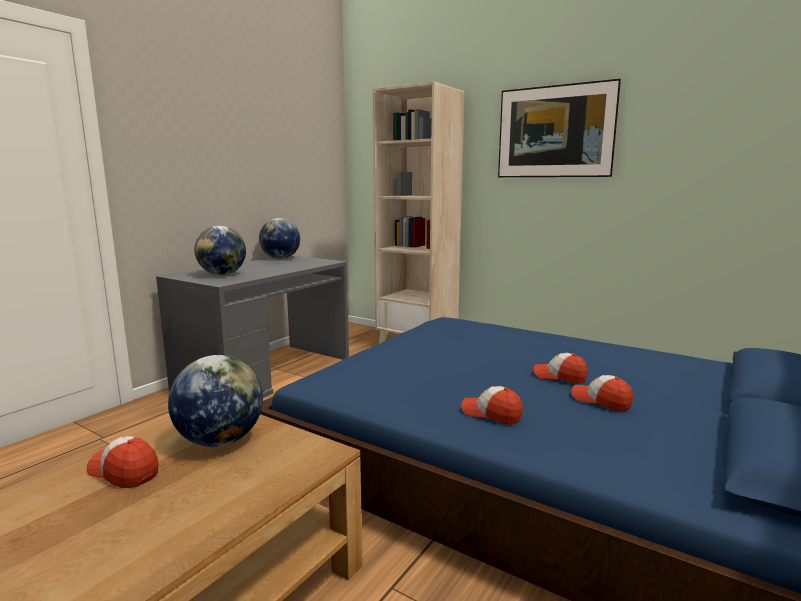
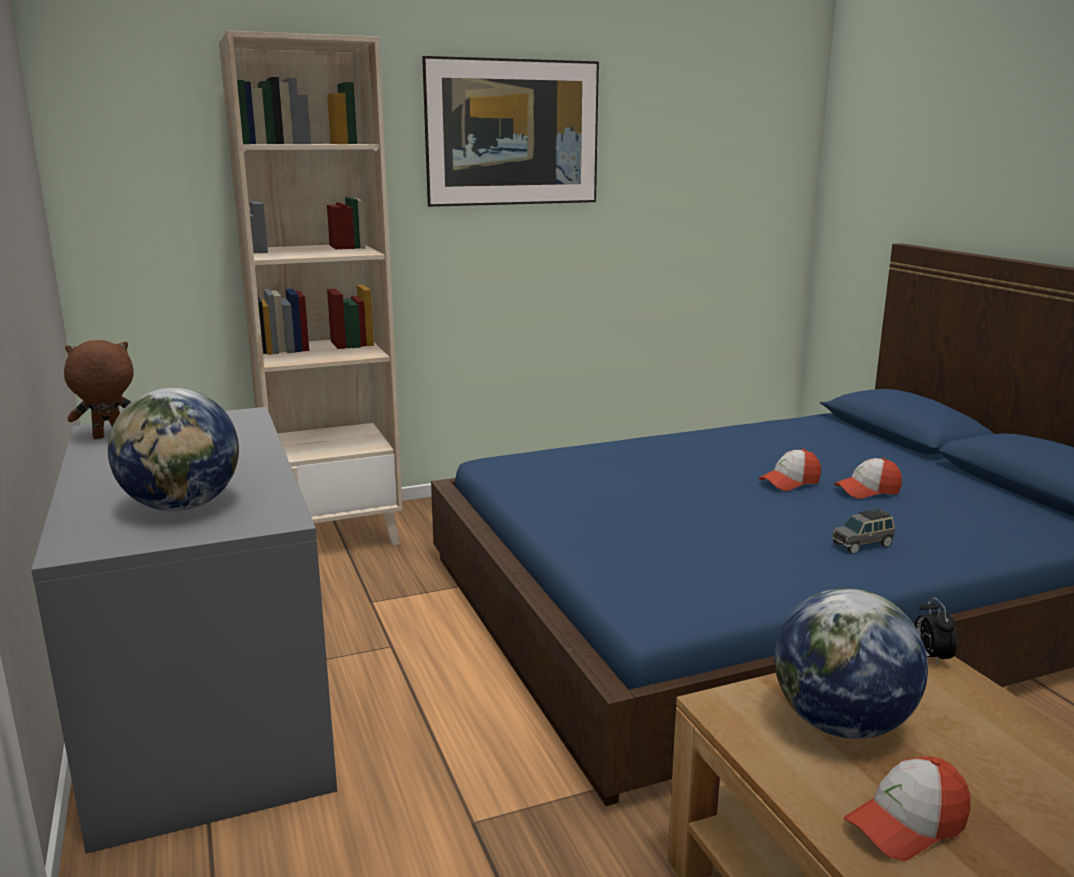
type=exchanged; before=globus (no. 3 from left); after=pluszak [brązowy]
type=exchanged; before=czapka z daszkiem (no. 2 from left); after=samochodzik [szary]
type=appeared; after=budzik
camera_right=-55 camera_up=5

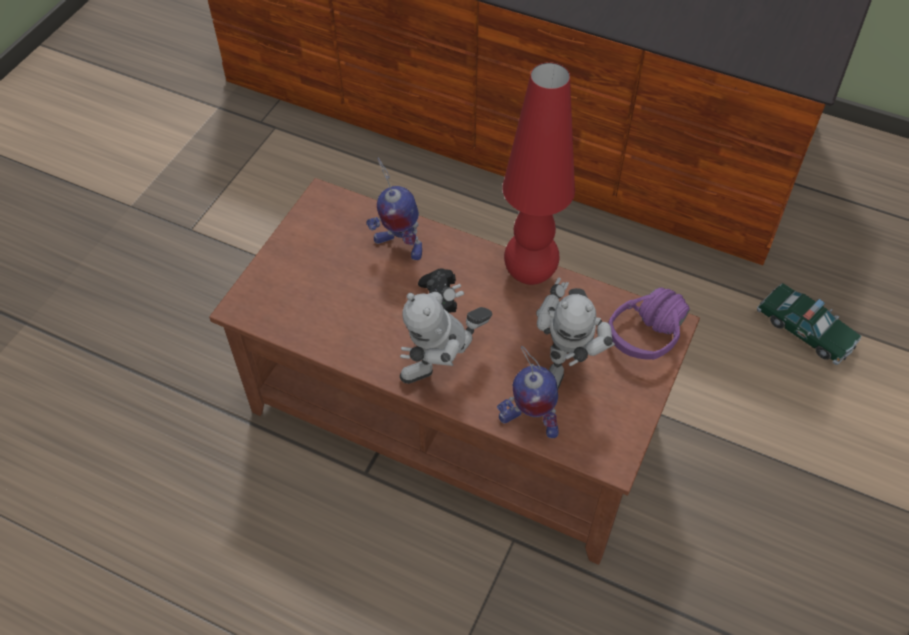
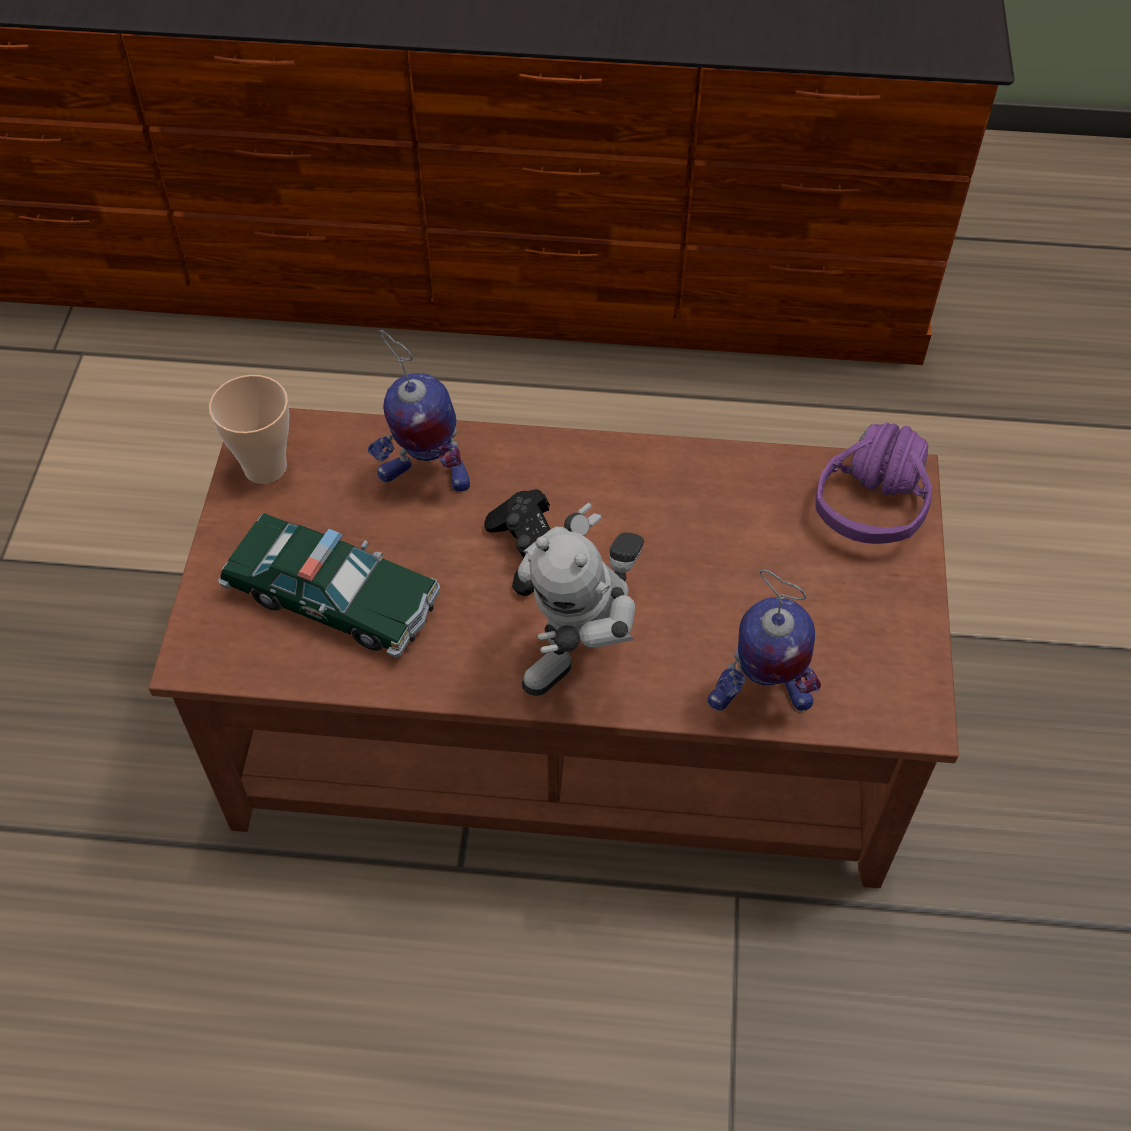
type=missing; before=lampa stołowa [czerwony]
type=missing; before=robot zabawkowy (no. 4 from left)
type=relocated; before=samochodzik
type=appeared; after=filiżanka
camera_right=-20 camera_up=0

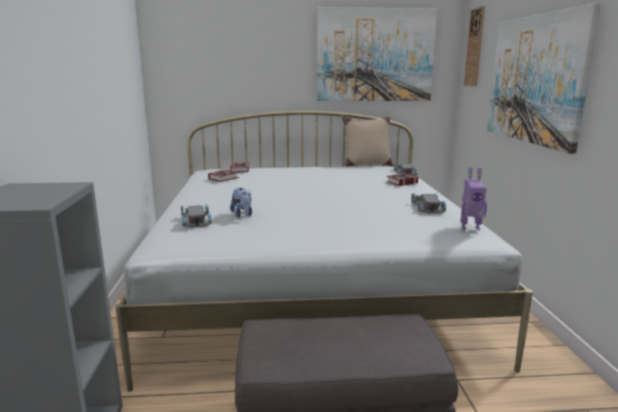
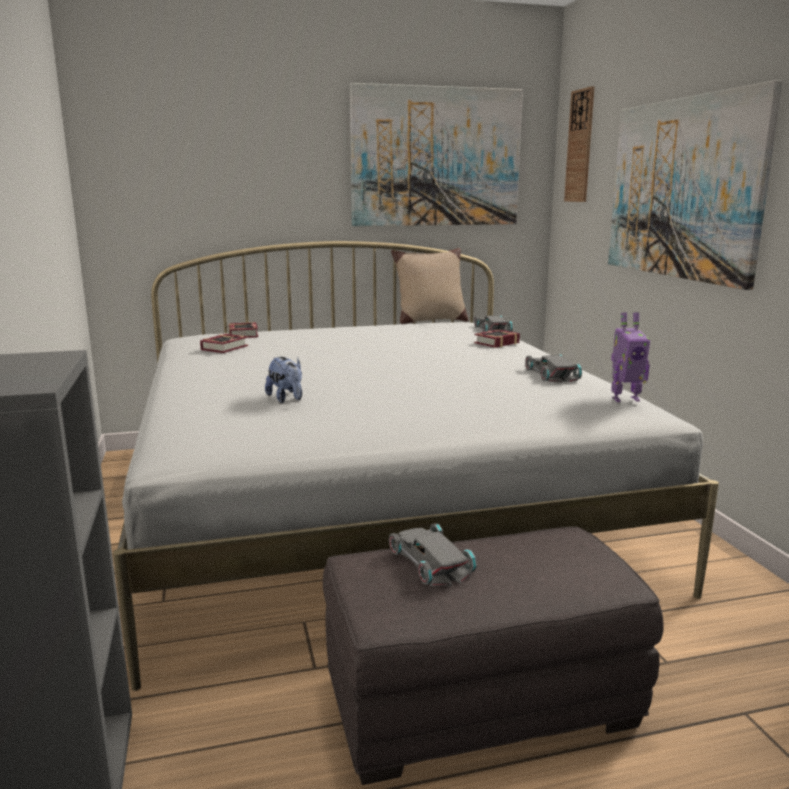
type=relocated; before=samochodzik [szary] (no. 1 from left)
camera_right=-10 camera_up=0

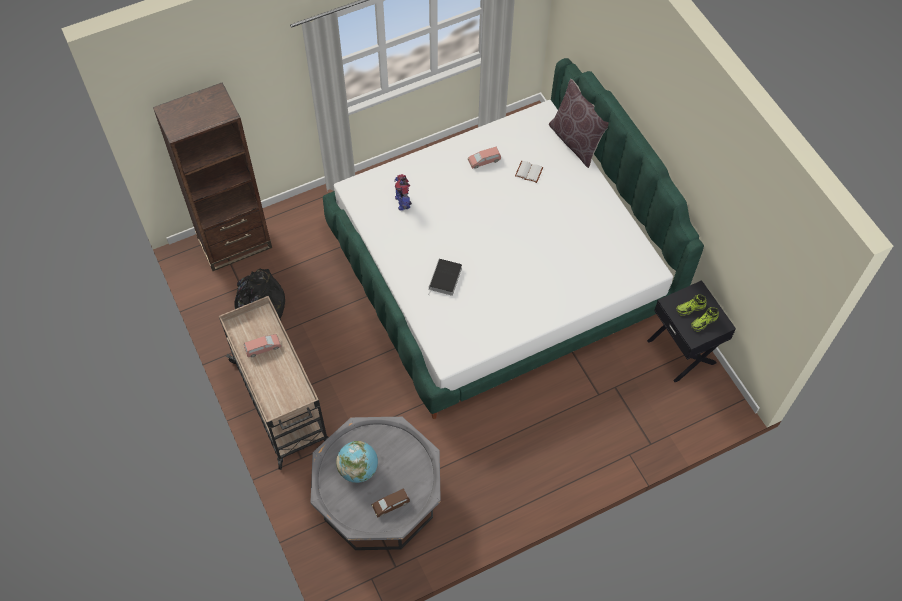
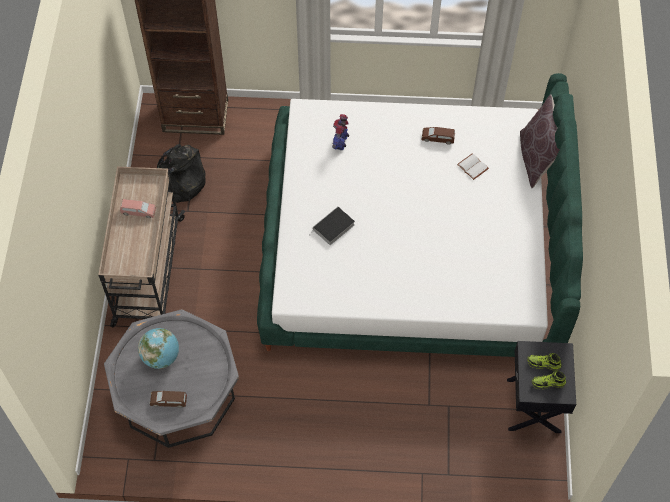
type=colour; before=samochodzik [różowy] (no. 2 from left); after=samochodzik [brązowy] (no. 2 from left)
camera_right=30 camera_up=0

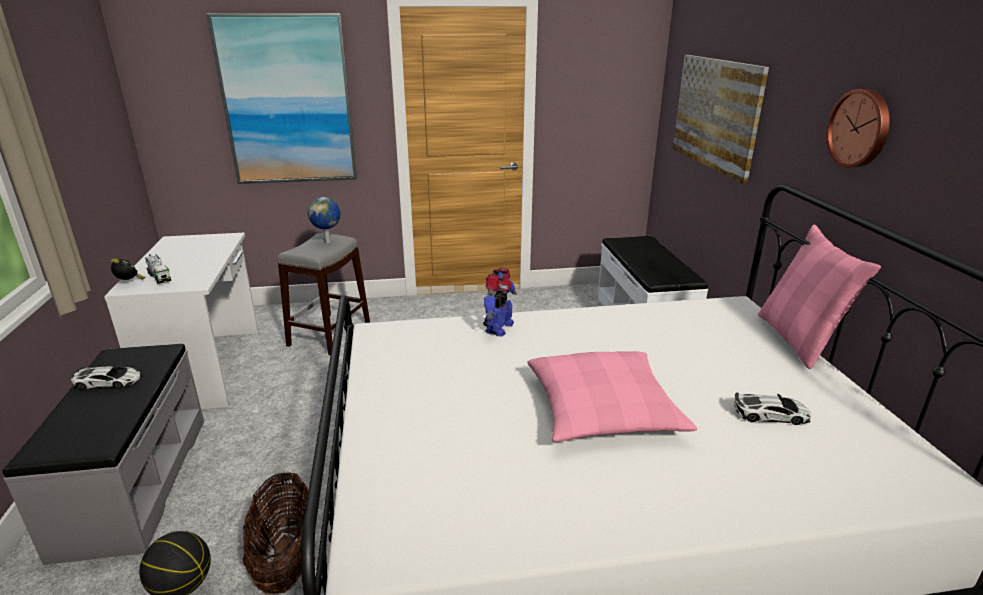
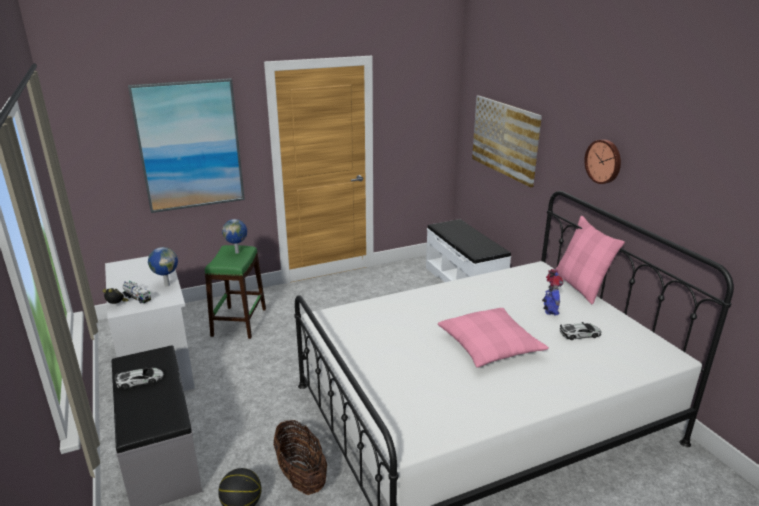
type=colour; before=stołek [szary]; after=stołek [zielony]
type=relocated; before=robot zabawkowy
type=appeared; after=globus (no. 1 from left)
camera_right=-15 camera_up=0

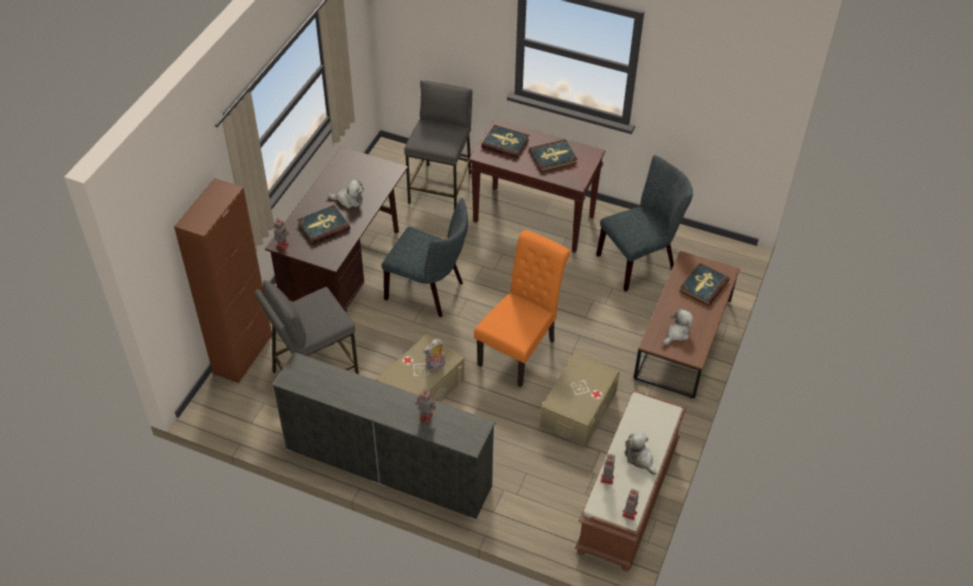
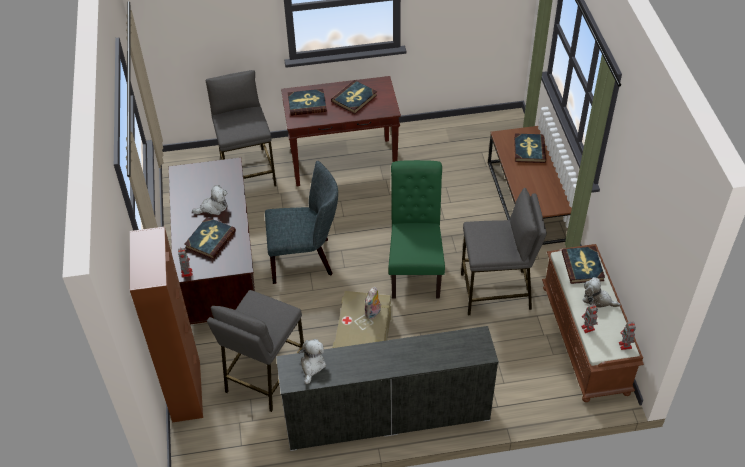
type=missing; before=robot zabawkowy (no. 2 from left)
type=colour; before=krzesło [pomarańczowy]; after=krzesło [zielony]
type=exchanged; before=pojemnik do przechowywania [beżowy] (no. 2 from left); after=stołek [szary] (no. 3 from left)
type=missing; before=krzesło [szary] (no. 2 from left)
type=relocated; before=pluszak (no. 4 from left in the first image); after=pluszak (no. 2 from left)
type=appeared; after=książka (no. 5 from left)
camera_right=-30 camera_up=0

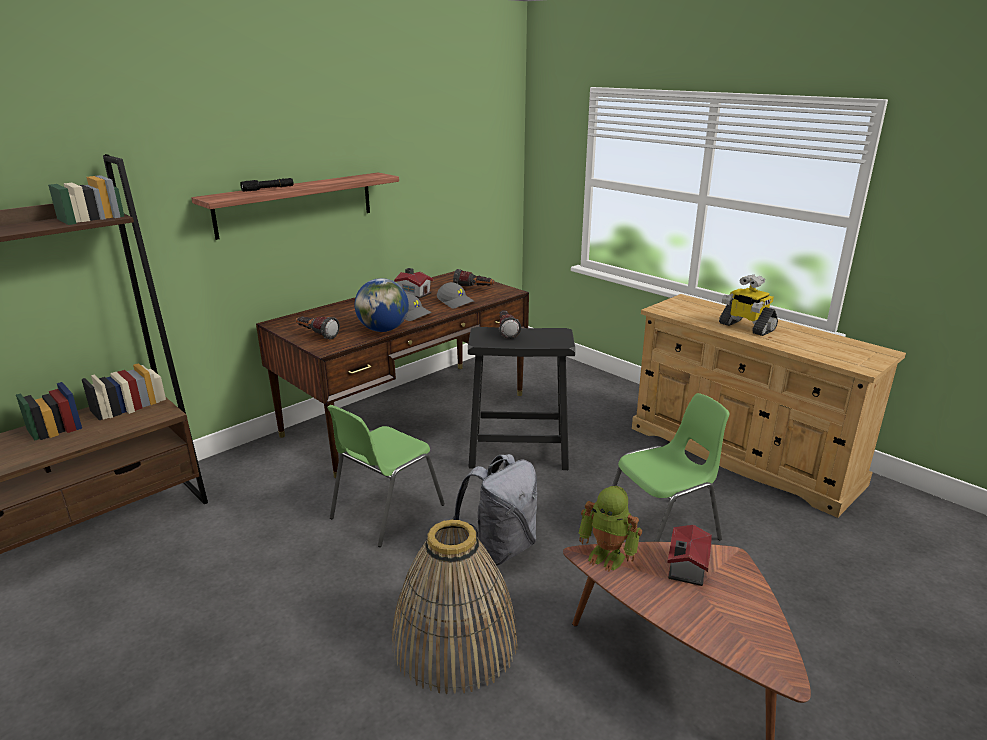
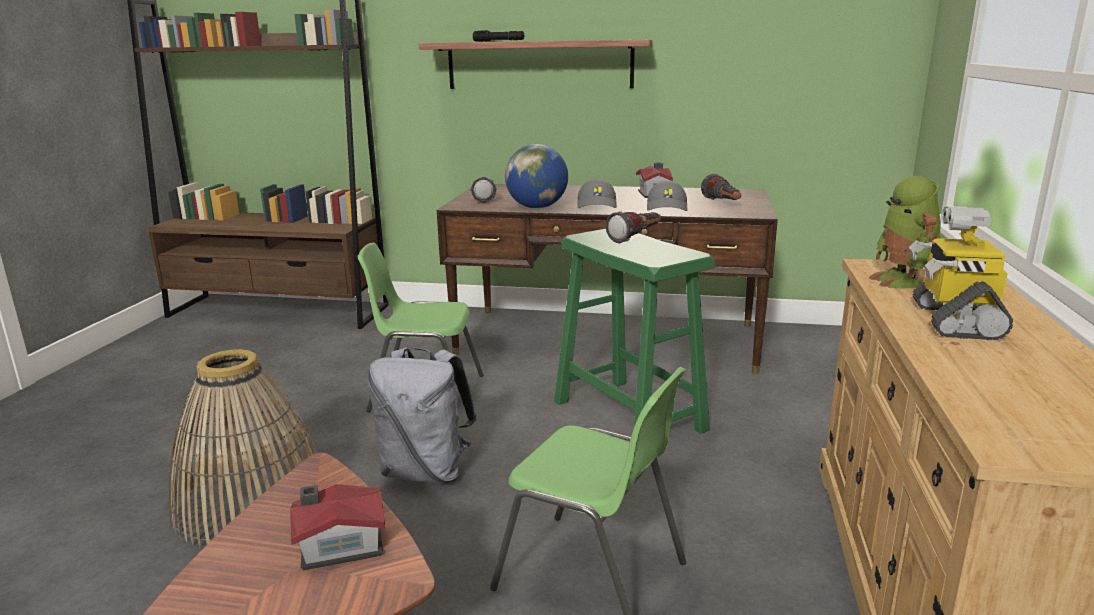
type=colour; before=stołek [czarny]; after=stołek [zielony]
type=relocated; before=robot zabawkowy (no. 1 from left)
camera_right=55 camera_up=-5

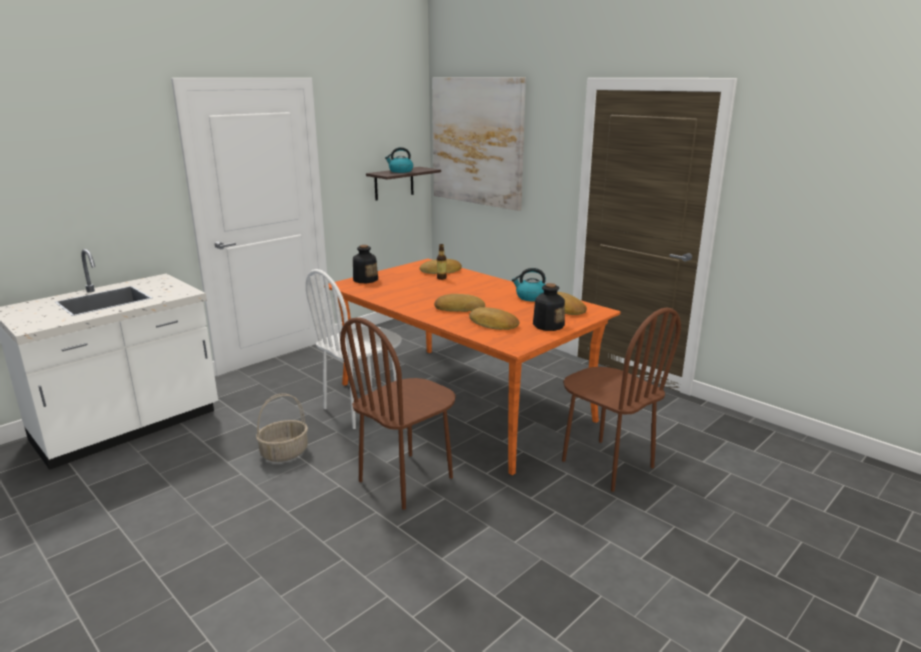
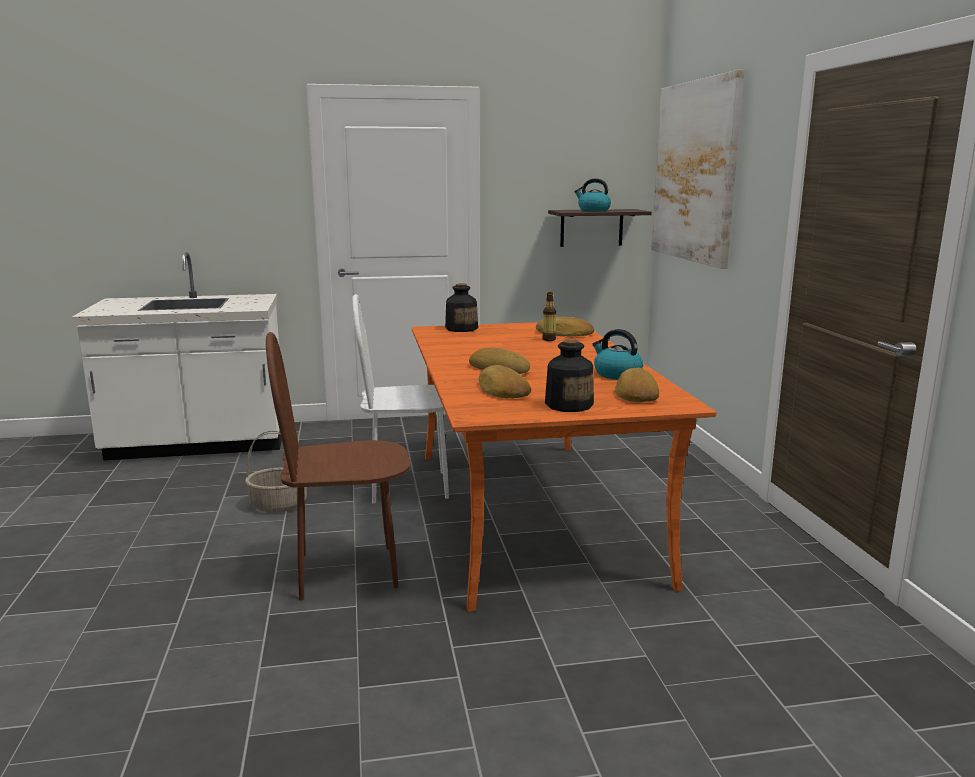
type=missing; before=krzesło [brązowy] (no. 2 from left)
camera_right=35 camera_up=-5

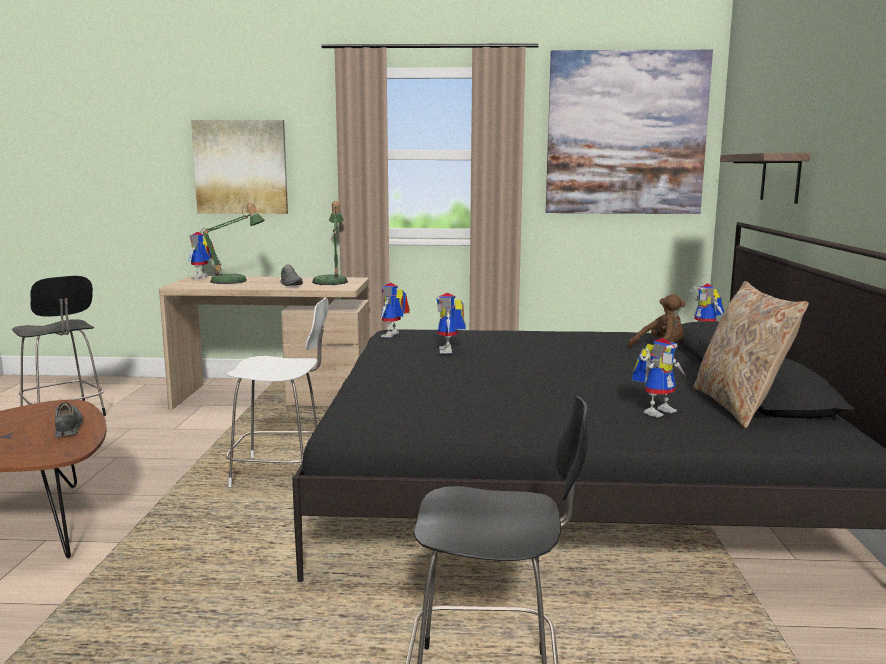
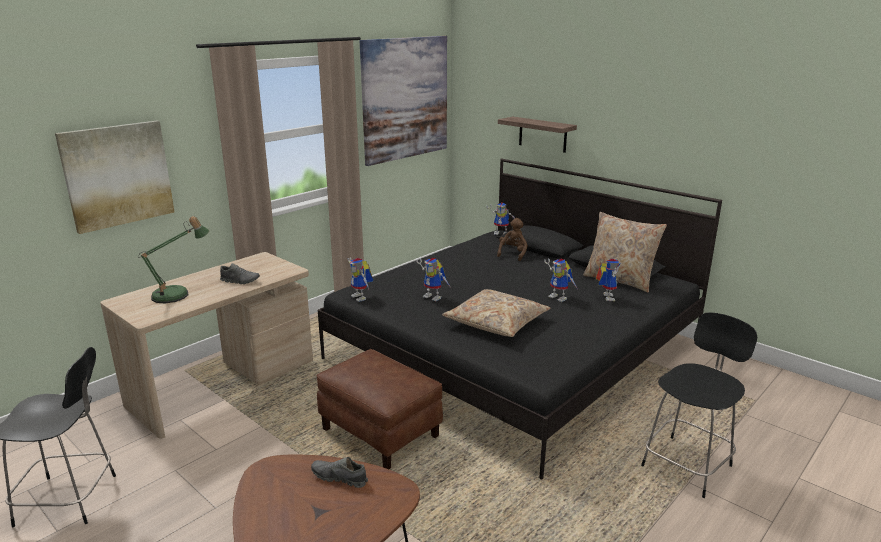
type=relocated; before=robot zabawkowy (no. 1 from left in the first image); after=robot zabawkowy (no. 4 from left)
type=exchanged; before=krzesło [biały]; after=pufa [brązowy]
type=missing; before=lampa stołowa (no. 2 from left)
type=appeared; after=poduszka [beżowy] (no. 1 from left)
camera_right=-50 camera_up=10

